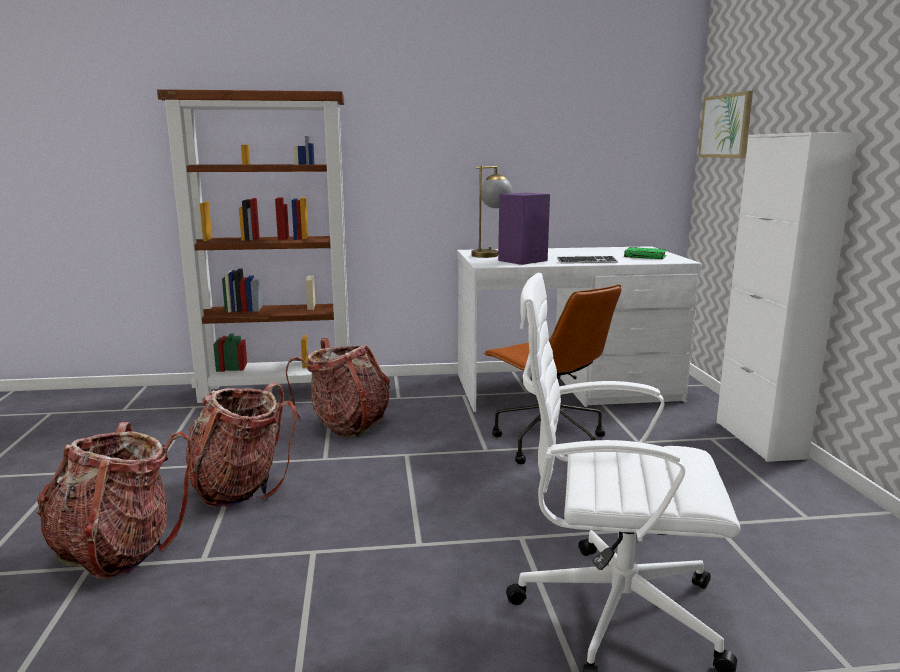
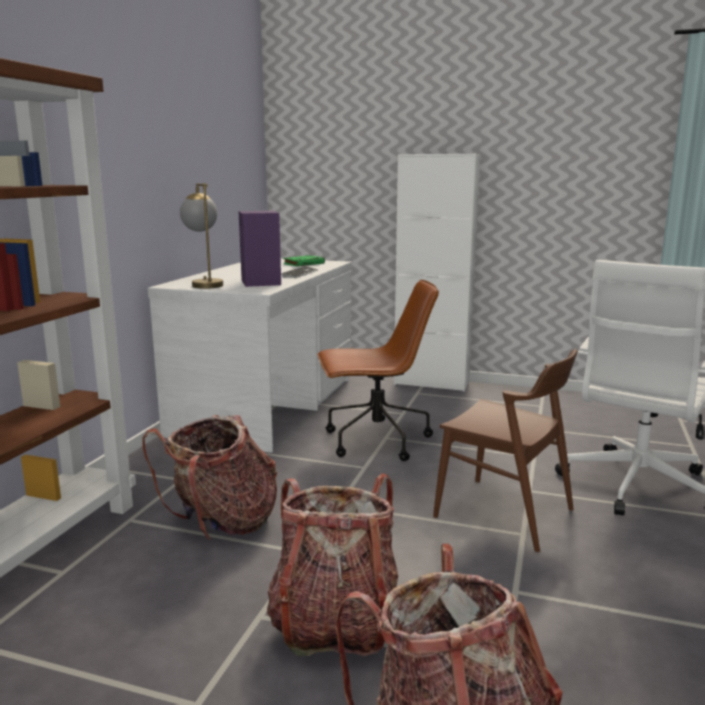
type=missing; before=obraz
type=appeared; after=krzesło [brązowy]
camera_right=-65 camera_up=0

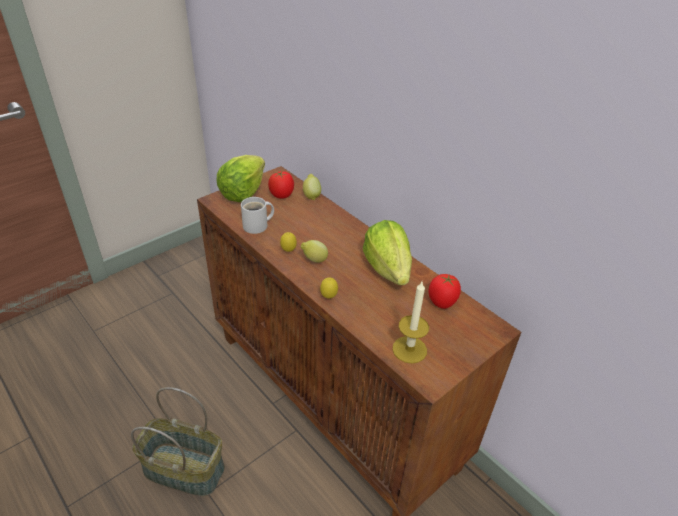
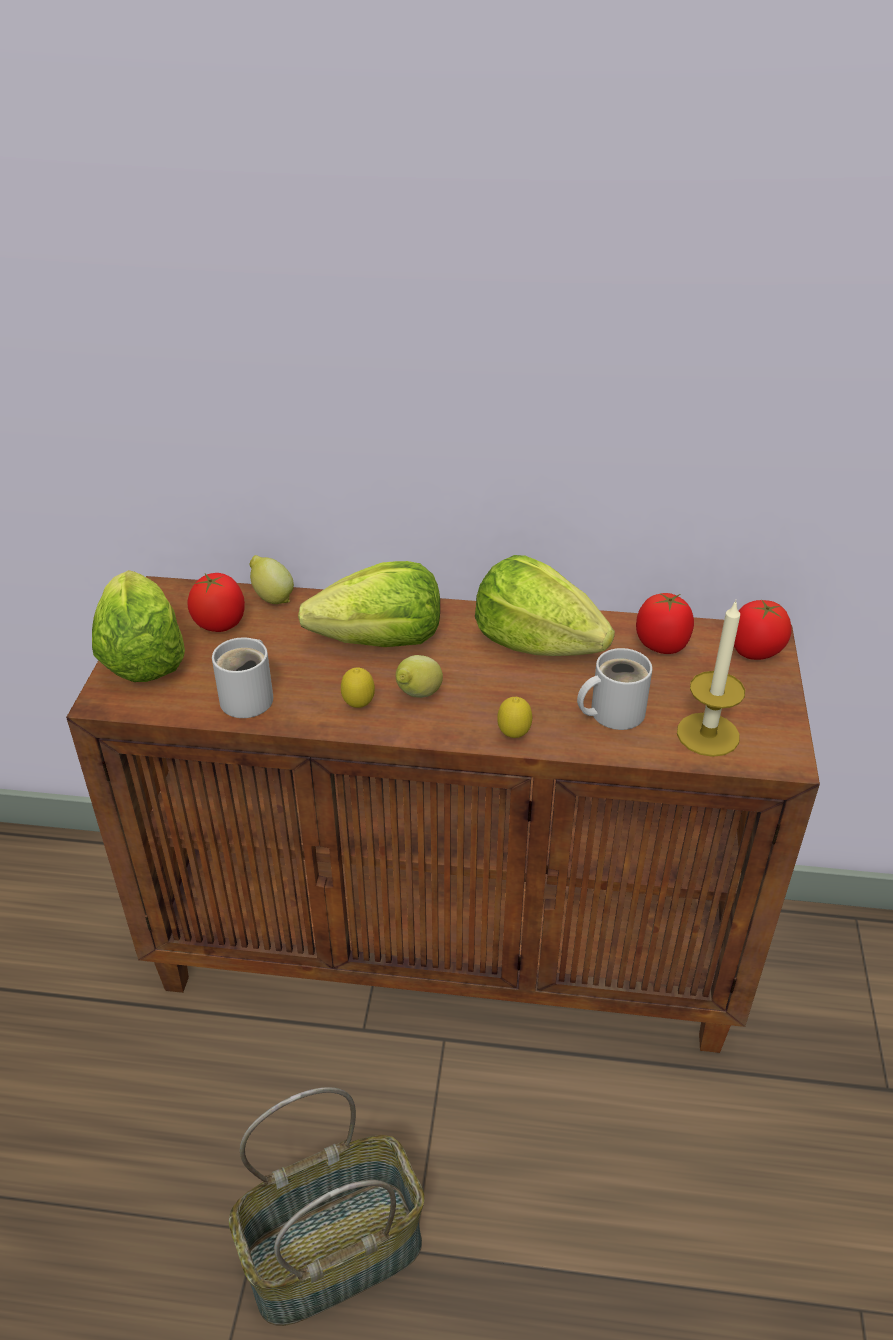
type=appeared; after=sałata (no. 2 from left)
type=appeared; after=kubek [biały] (no. 2 from left)
type=appeared; after=pomidor (no. 3 from left)
camera_right=-40 camera_up=0

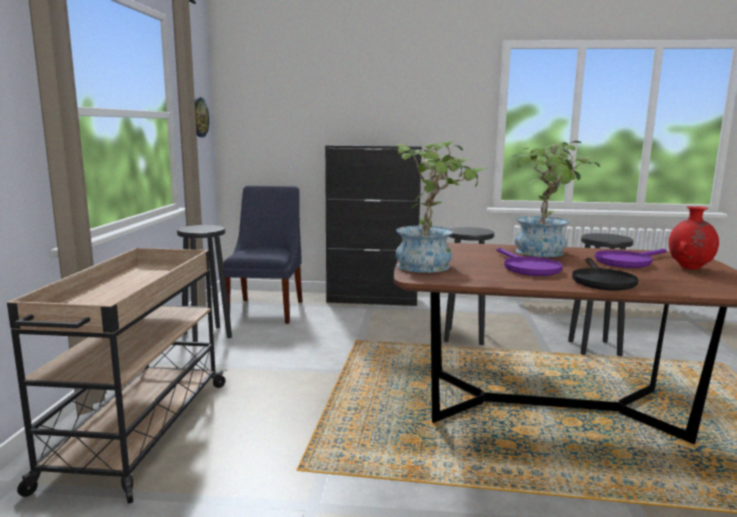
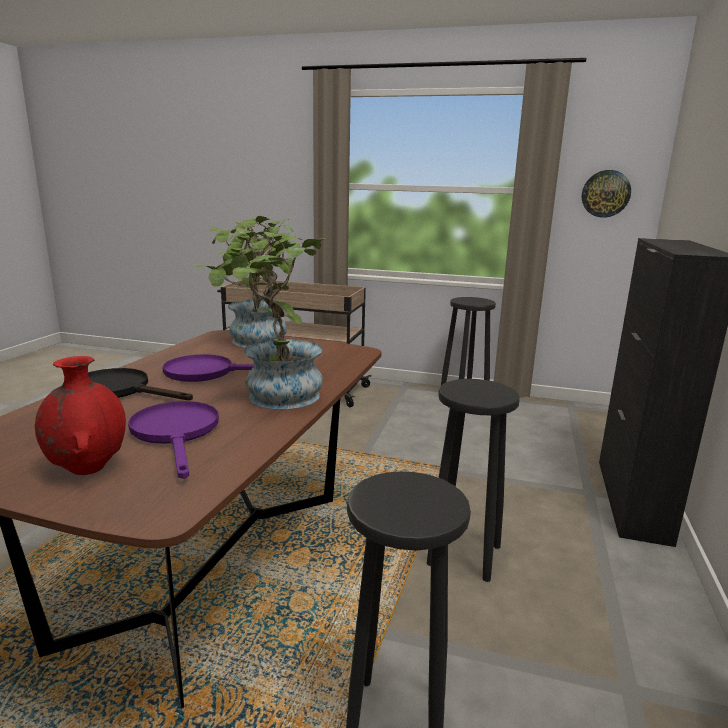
type=missing; before=krzesło [niebieski]
camera_right=100 camera_up=5

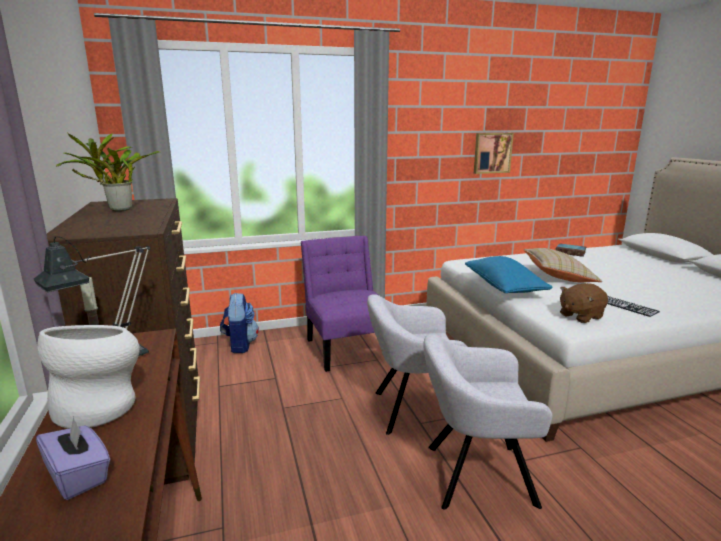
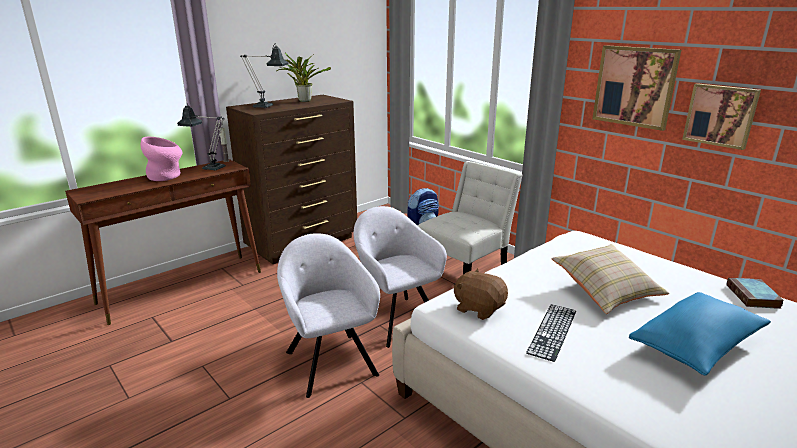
type=missing; before=pudełko chusteczek [fioletowy]
type=colour; before=wazon [biały]; after=wazon [różowy]
type=colour; before=krzesło [fioletowy]; after=krzesło [biały]
type=relocated; before=poduszka [niebieski]
type=appeared; after=lampa stołowa (no. 2 from left)
type=appeared; after=obraz (no. 1 from left)
camera_right=65 camera_up=5

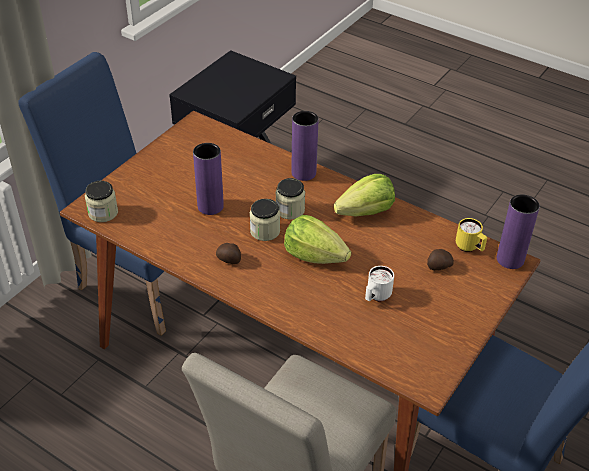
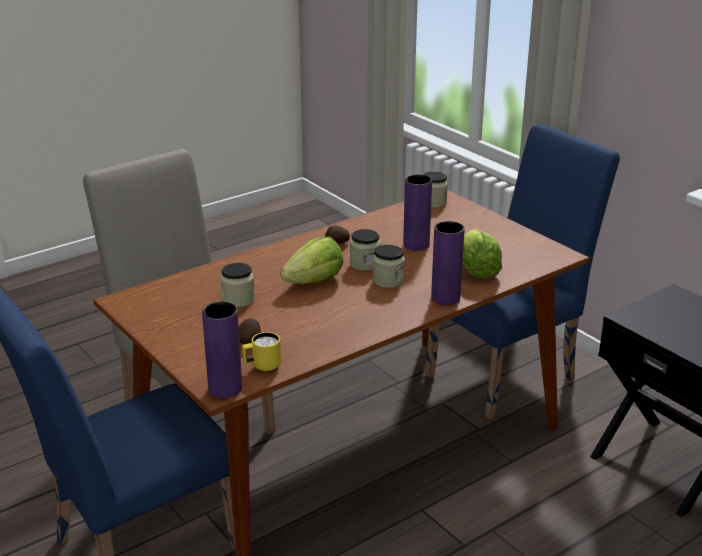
type=relocated; before=sałata (no. 2 from left)
type=exchanged; before=kubek [biały]; after=słoik (no. 1 from left)
camera_right=110 camera_up=-15

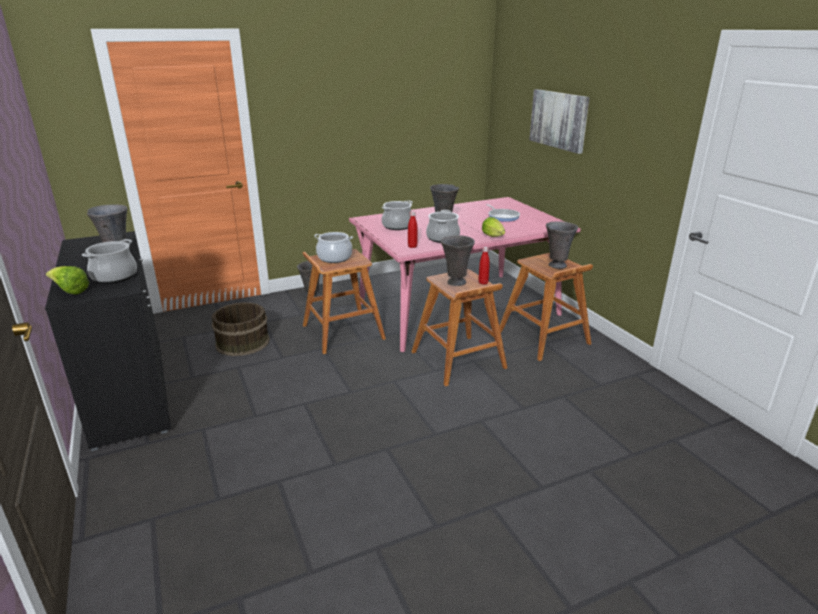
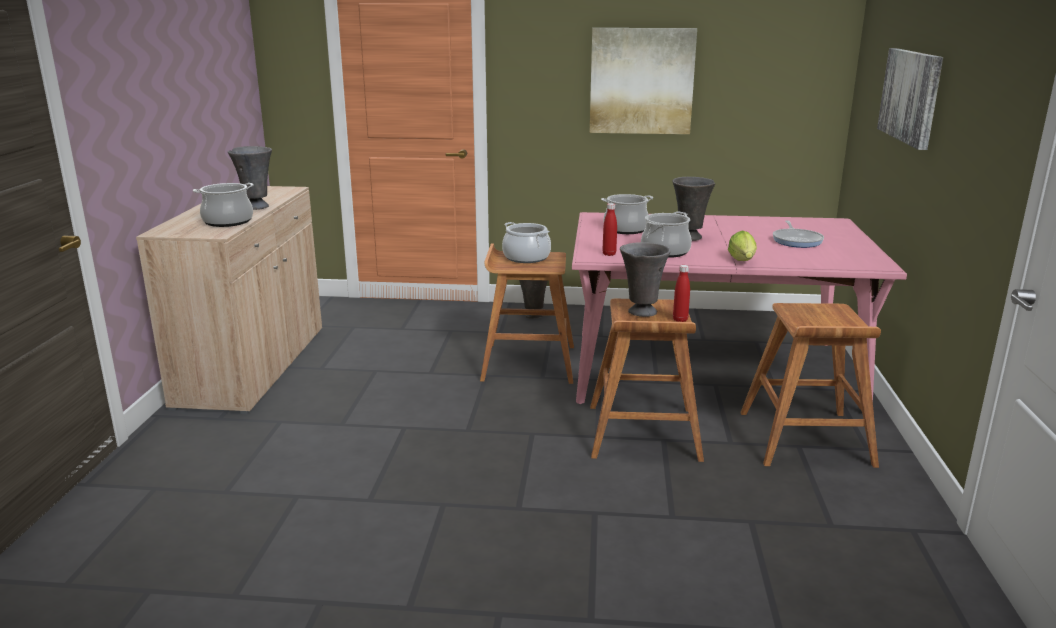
type=colour; before=szafka [czarny]; after=szafka [beżowy]
type=missing; before=sałata (no. 1 from left)
type=missing; before=wiadro [brązowy]
type=missing; before=wazon [szary] (no. 5 from left)
type=appeared; after=obraz (no. 1 from left)
camera_right=30 camera_up=-5

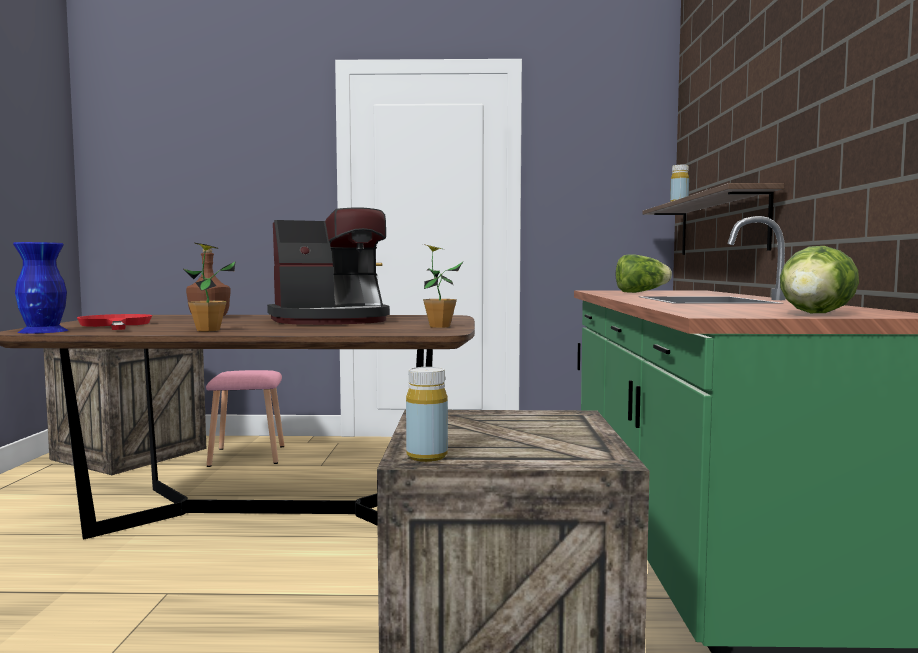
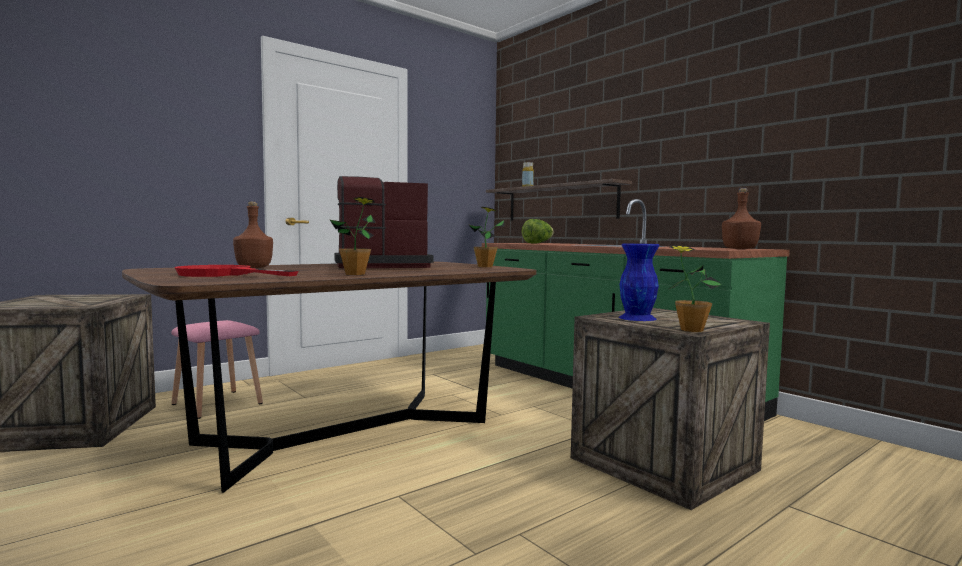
type=relocated; before=wazon [niebieski]
type=spun; before=ekspres do kawy; turn=-135
type=exchanged; before=butelka [żółty] (no. 1 from left); after=roślina doniczkowa (no. 3 from left)
type=exchanged; before=sałata (no. 2 from left); after=butelka [brązowy] (no. 2 from left)
camera_right=-40 camera_up=0

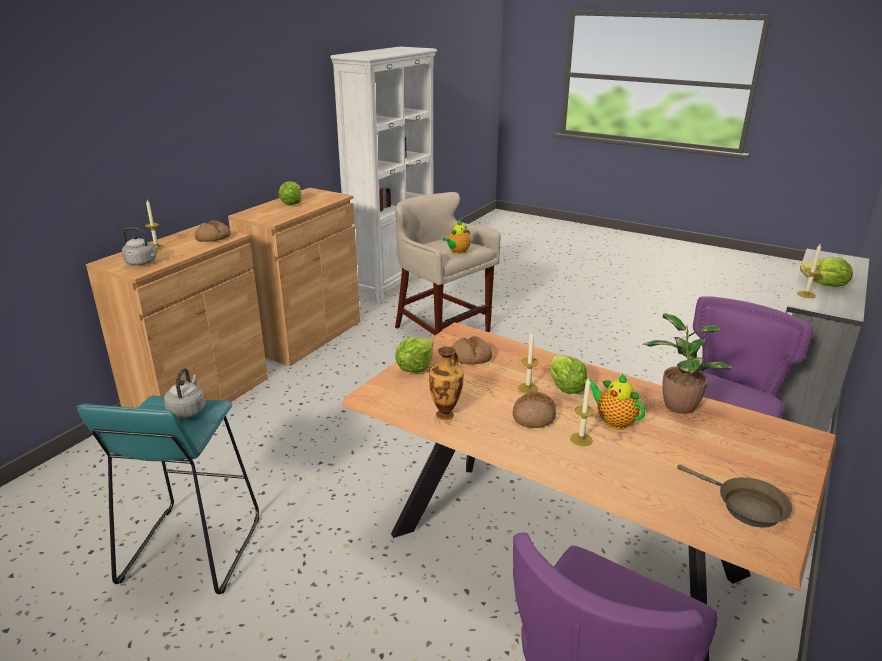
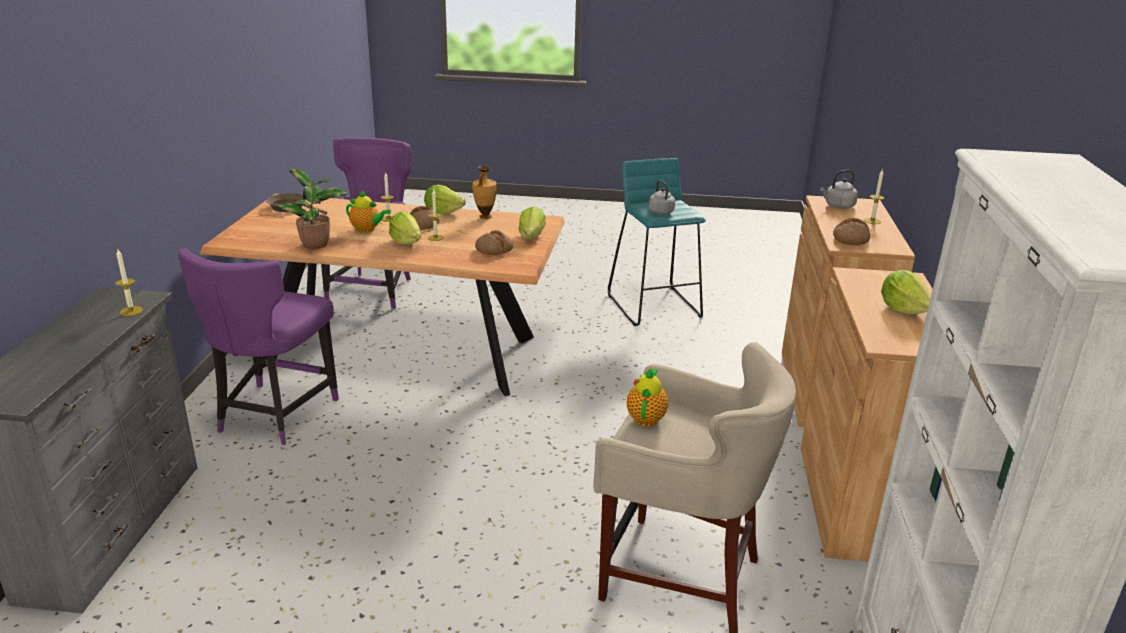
type=relocated; before=sałata (no. 4 from left in the first image); after=sałata (no. 2 from left)
camera_right=155 camera_up=0

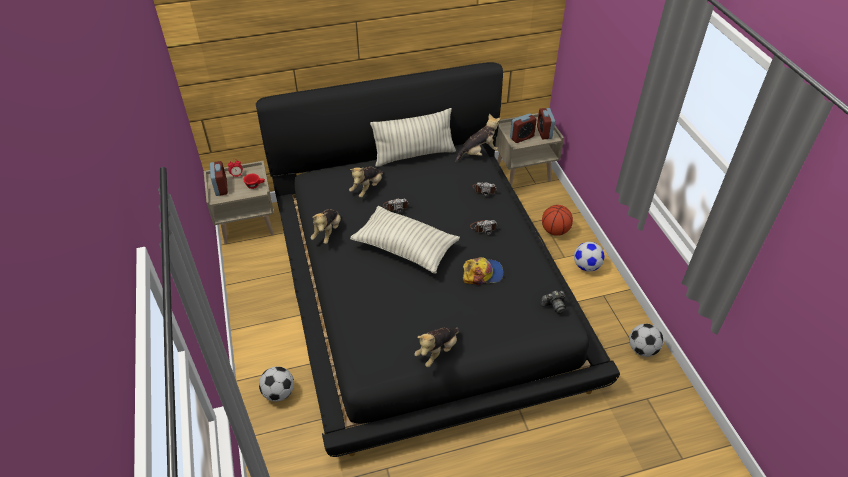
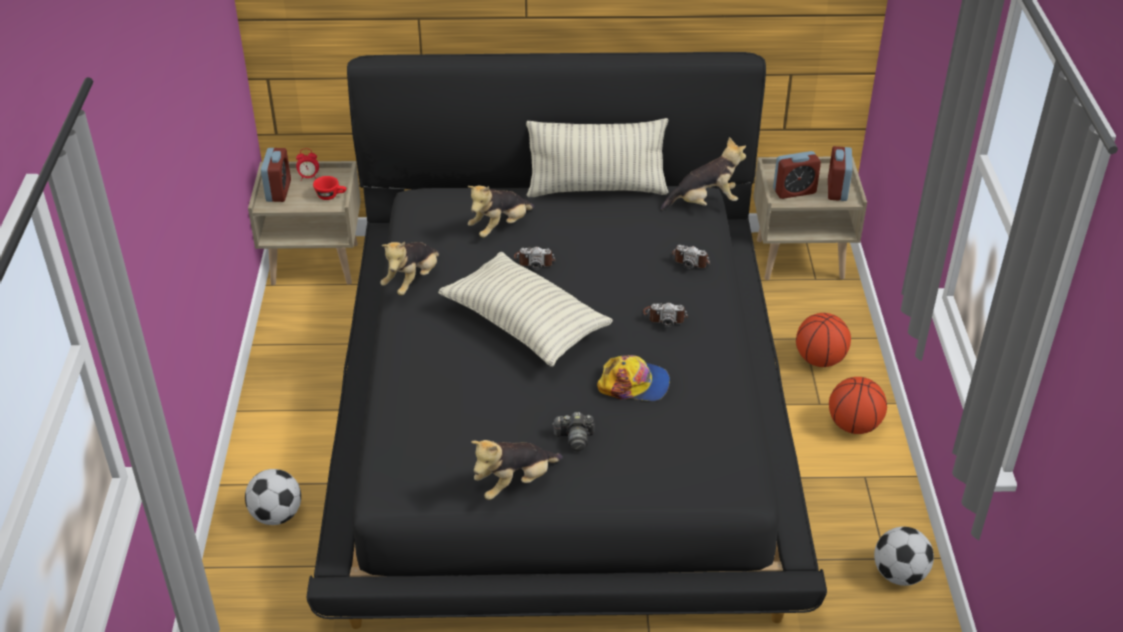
type=relocated; before=aparat fotograficzny (no. 4 from left in the first image); after=aparat fotograficzny (no. 2 from left)
type=exchanged; before=piłka futbolowa (no. 2 from left); after=piłka do koszykówki (no. 2 from left)
camera_right=15 camera_up=-5

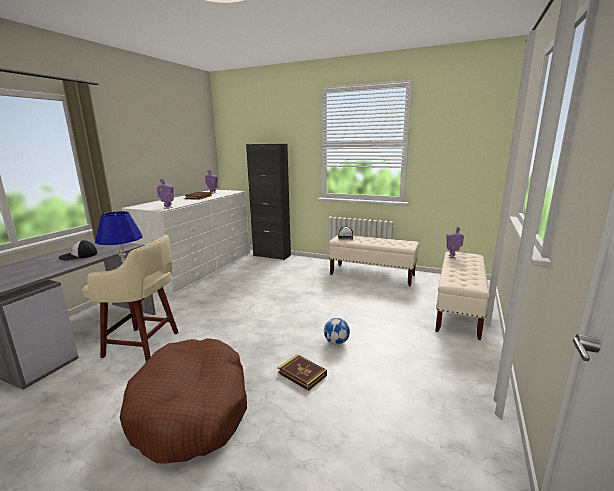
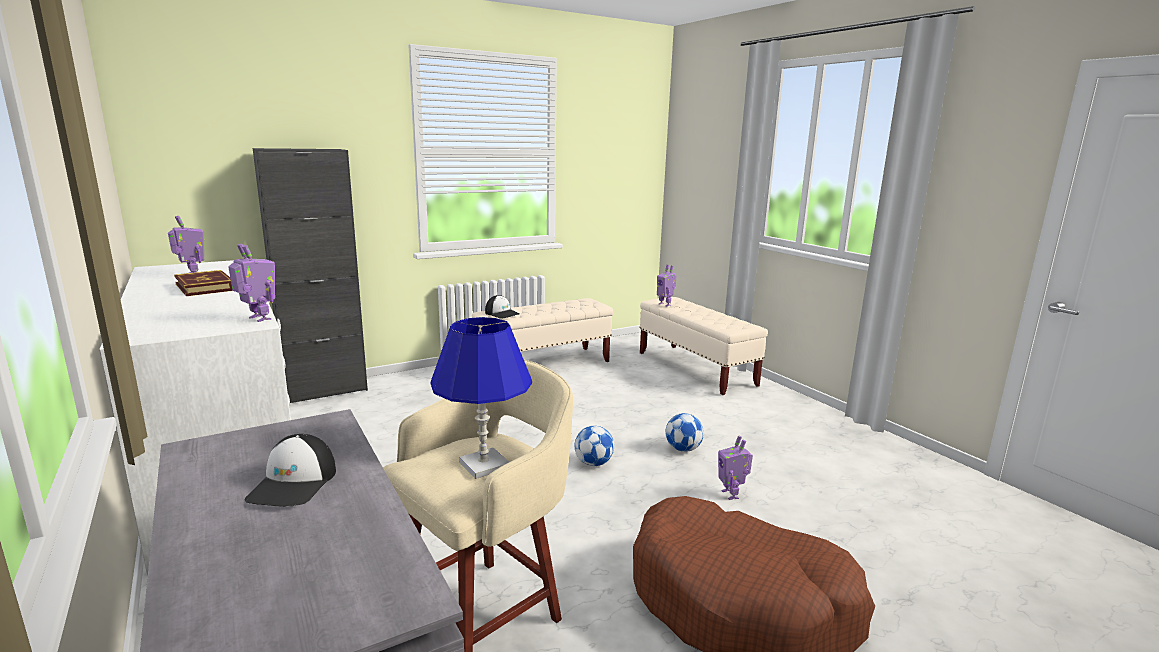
type=exchanged; before=książka (no. 2 from left); after=robot zabawkowy (no. 4 from left)
type=appeared; after=piłka futbolowa (no. 1 from left)
camera_right=-55 camera_up=0

